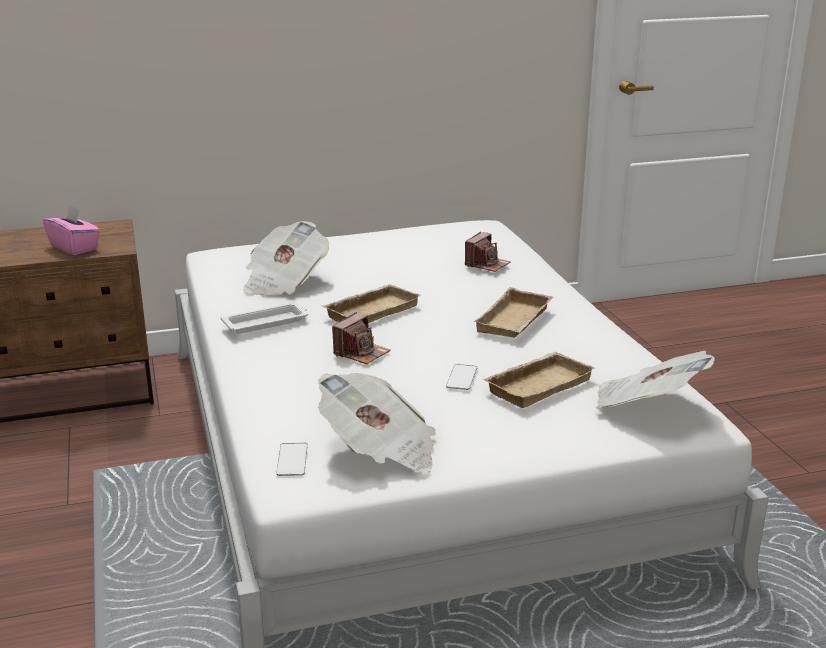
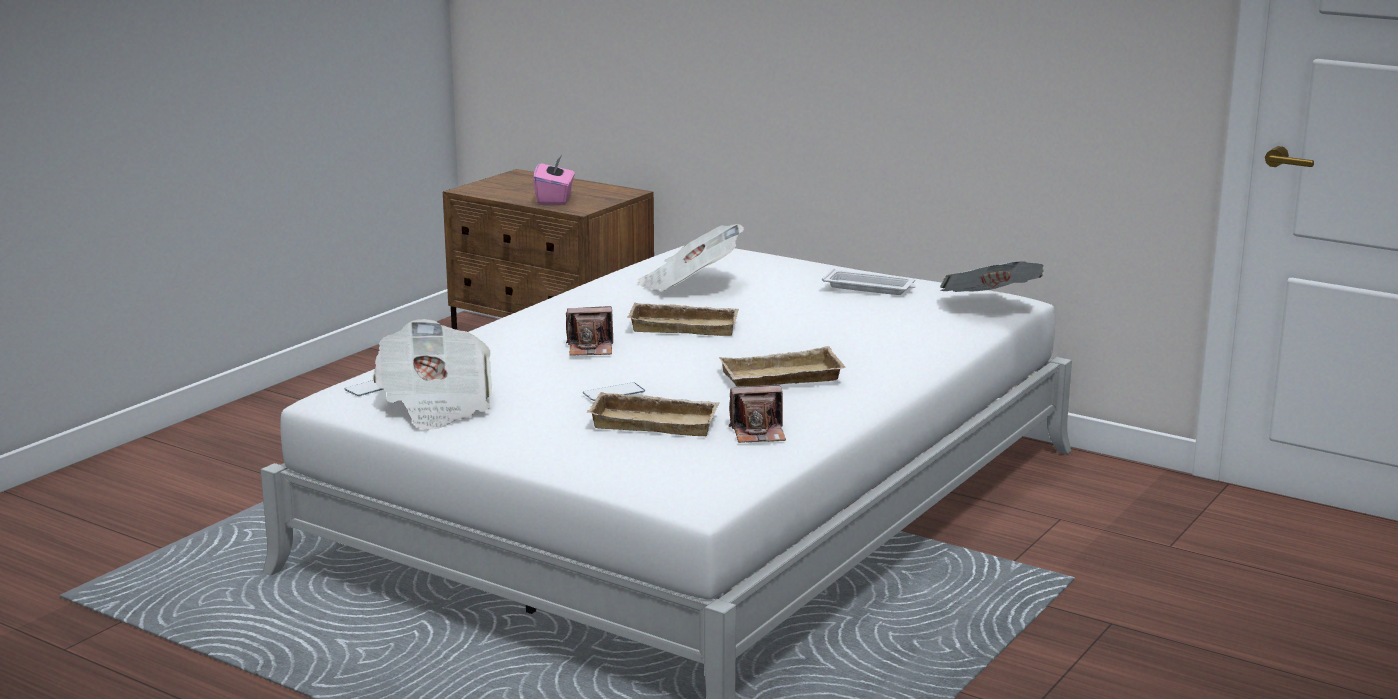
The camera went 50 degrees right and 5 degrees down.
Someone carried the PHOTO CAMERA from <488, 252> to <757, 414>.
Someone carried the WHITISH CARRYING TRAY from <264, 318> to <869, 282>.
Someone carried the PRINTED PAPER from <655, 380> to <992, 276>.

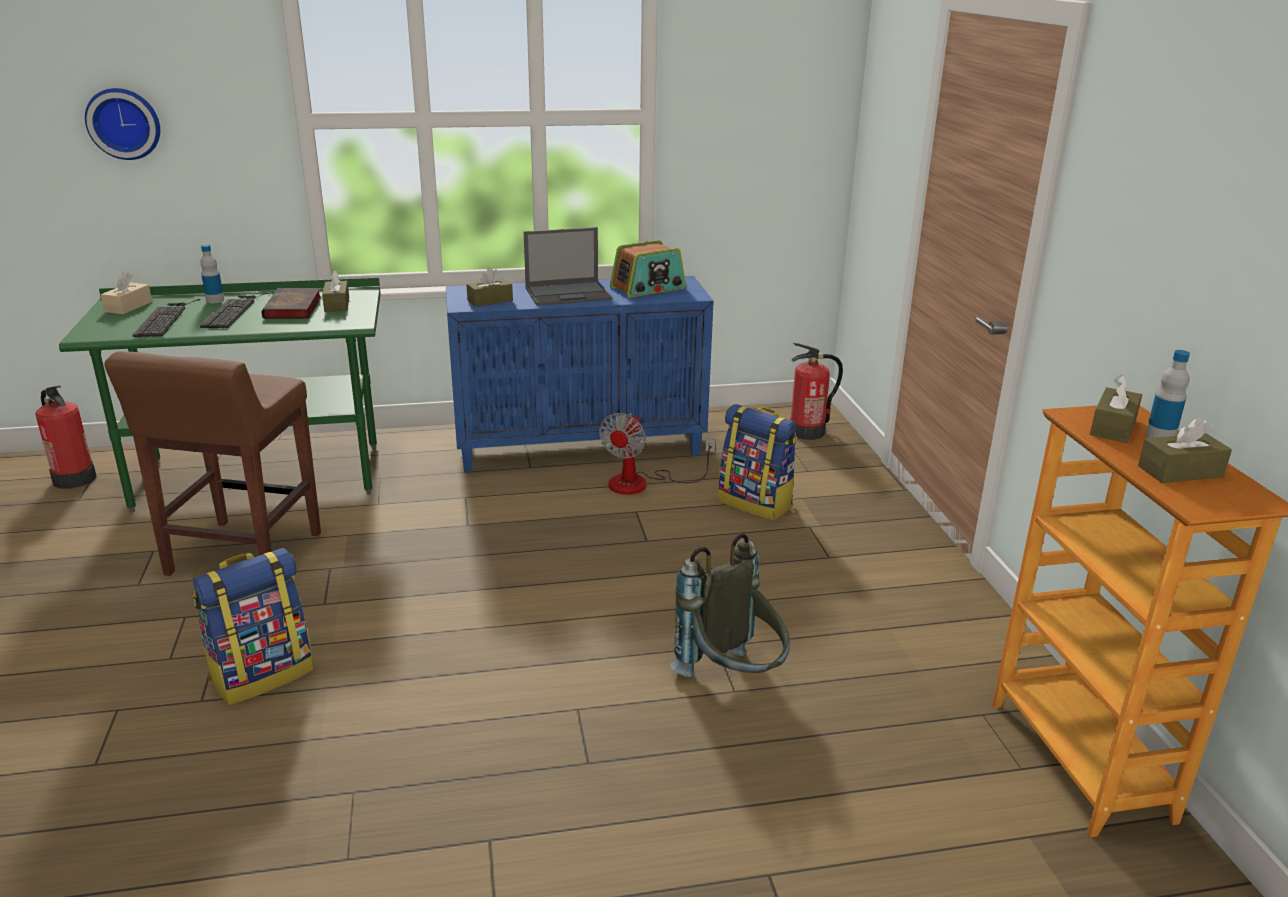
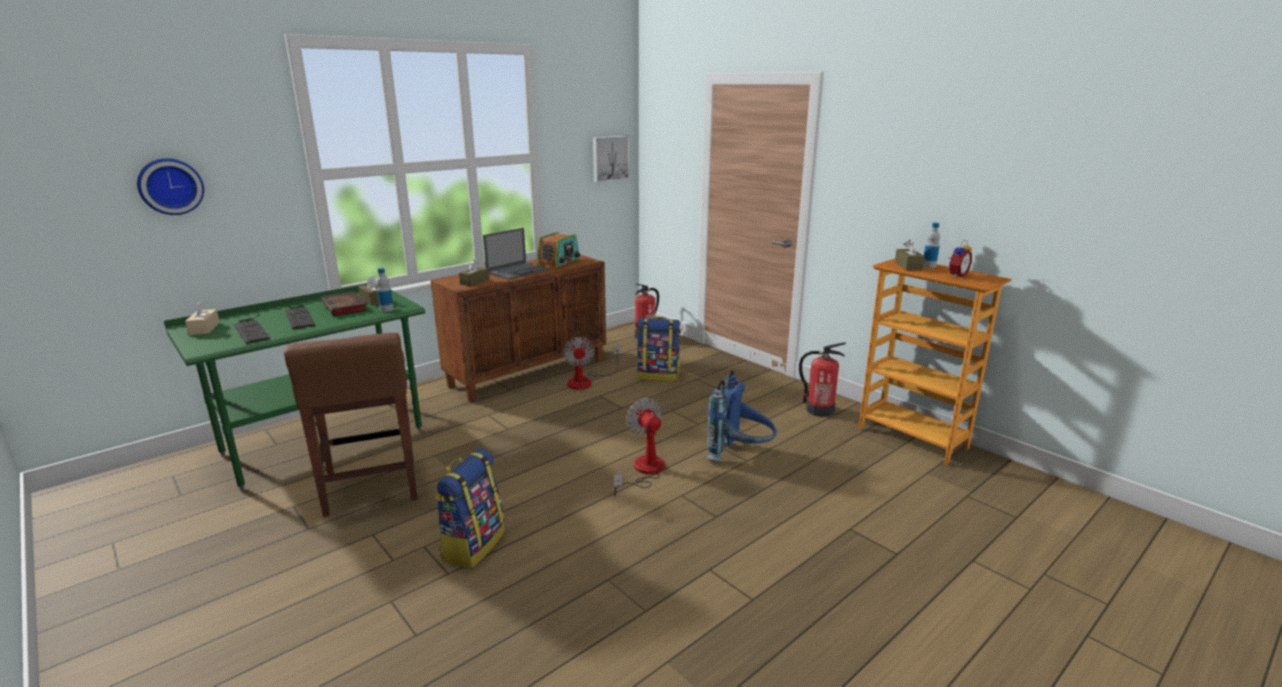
The camera went 30 degrees left and 5 degrees down.
Someone carried the DRINK BOTTLE from <212, 274> to <385, 290>.
Someone repainted the BLUE CABINET at <580, 374>, which became the BROWNISH CABINET at <518, 329>.
Someone carried the FIRE EXTINGUISHER from <66, 437> to <822, 379>.
Someone swapped the BROWNISH TISSUE HOLDER at <1185, 450> for the TABLE CLOCK at <960, 258>.
Someone repainted the GRAY RUCKSACK at <730, 605>, which became the BLUE RUCKSACK at <741, 415>.
Someone put up the WALL PICTURE at <611, 159>.
Someone put down the ELECTRIC FAN at <639, 447>.

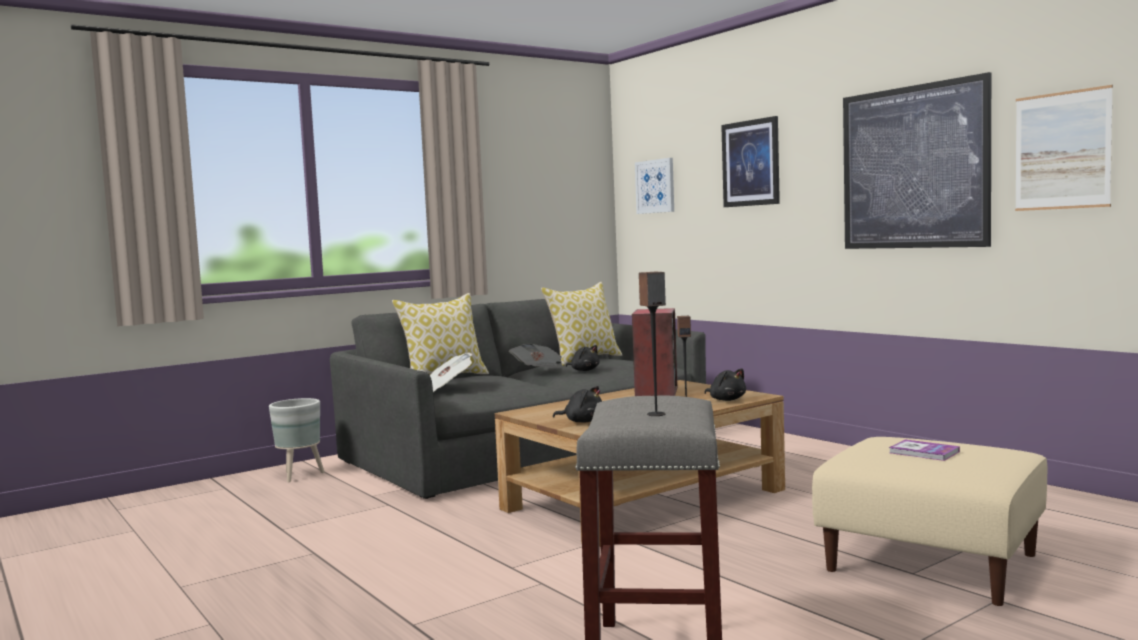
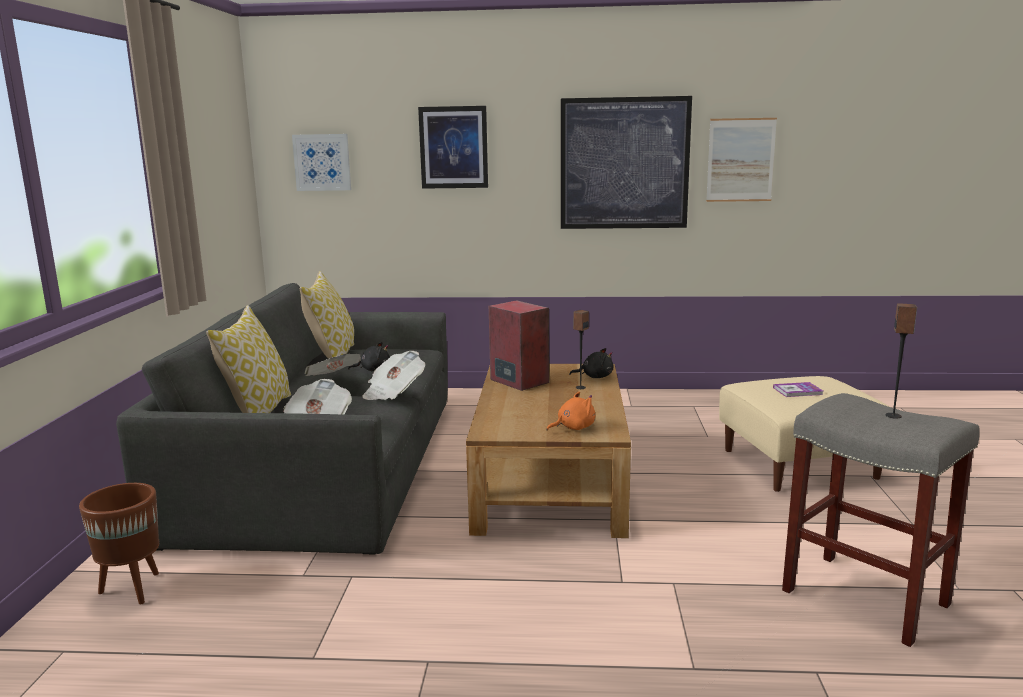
The camera went 50 degrees left and 10 degrees up.
Someone repainted the BLACKISH CUDDLY TOY at <577, 404>, which became the ORANGE CUDDLY TOY at <570, 411>.
Someone repainted the GRAY FLOWER POT at <297, 440>, which became the BROWNISH FLOWER POT at <119, 543>.
Someone put down the PRINTED PAPER at <393, 375>.

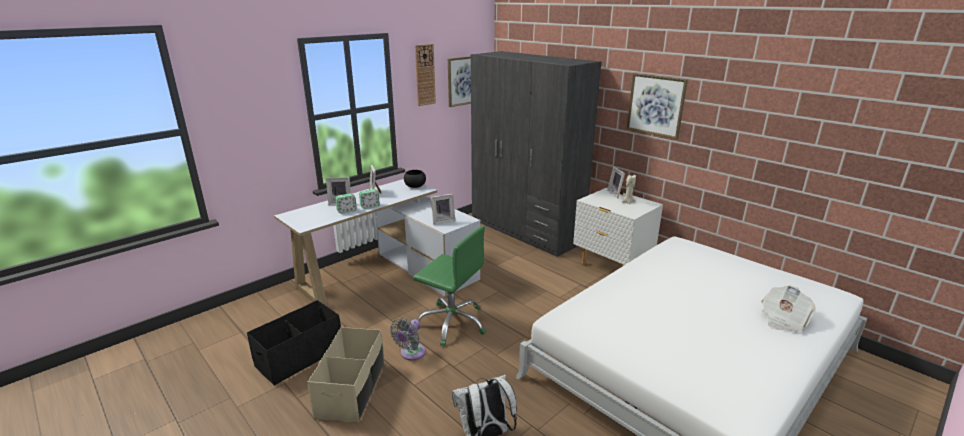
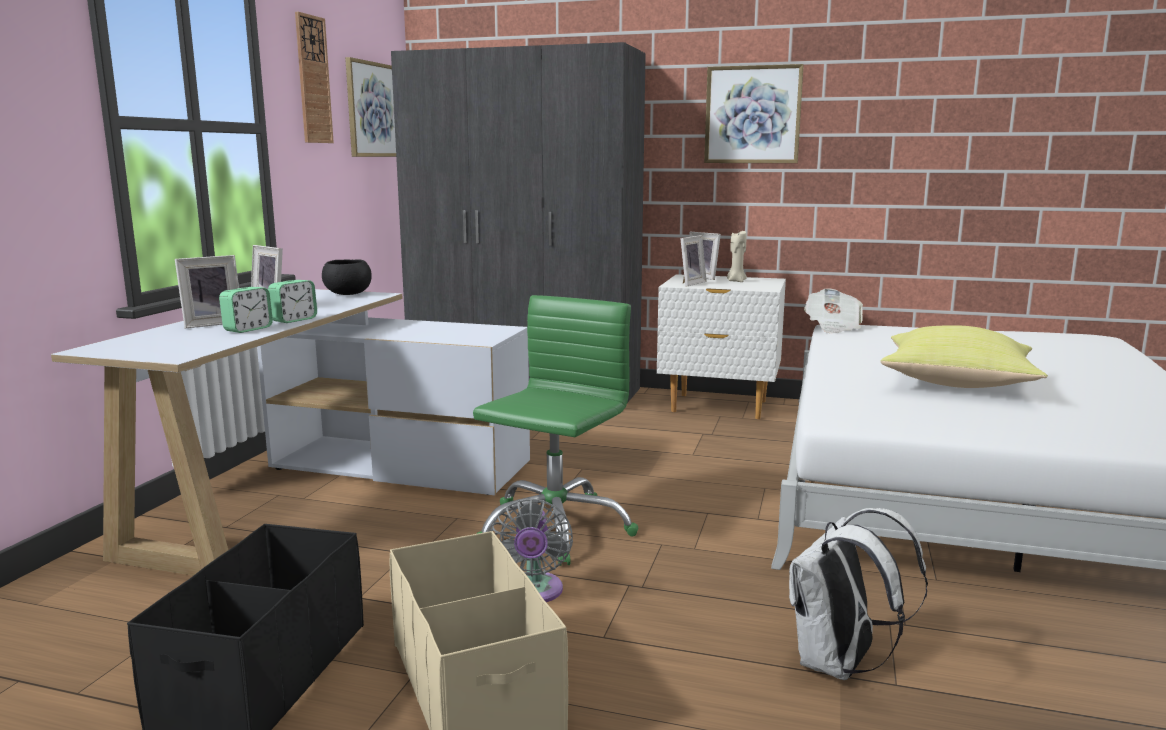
The camera went 30 degrees left and 10 degrees down.
Someone carried the PHOTO FRAME from <443, 209> to <693, 261>.
Someone rotated the GREEN-COLOURED COMPUTER CHAIR at <449, 286> by 60 degrees counterclockwise.
Someone carried the PRINTED PAPER from <789, 308> to <833, 310>.
Someone put down the YELLOW CUSHION at <964, 356>.

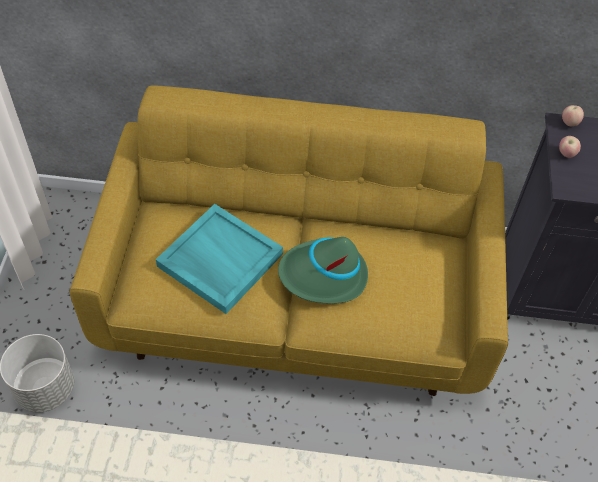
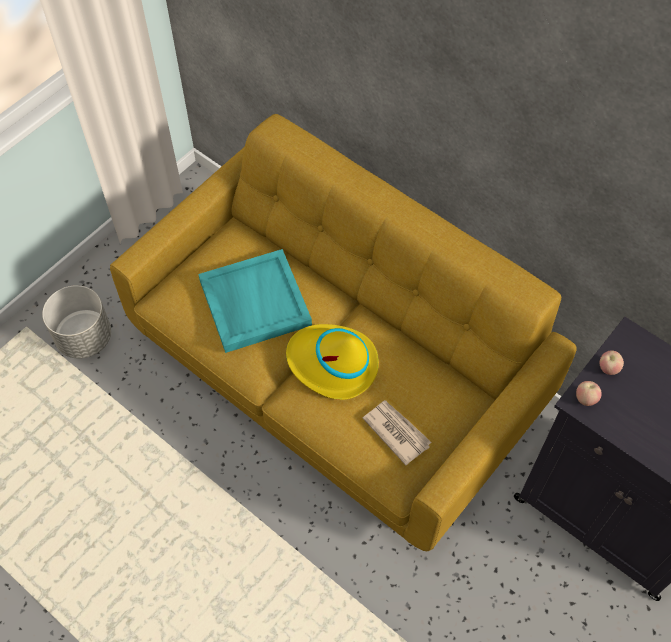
The camera went 35 degrees right and 5 degrees up.
Someone carried the WHOLE APPLE from <573, 115> to <589, 393>.
Someone repainted the GREEN-COLOURED WEARABLE HAT at <323, 270>, which became the YELLOW WEARABLE HAT at <332, 362>.
Someone put down the PRINTED PAPER at <397, 432>.

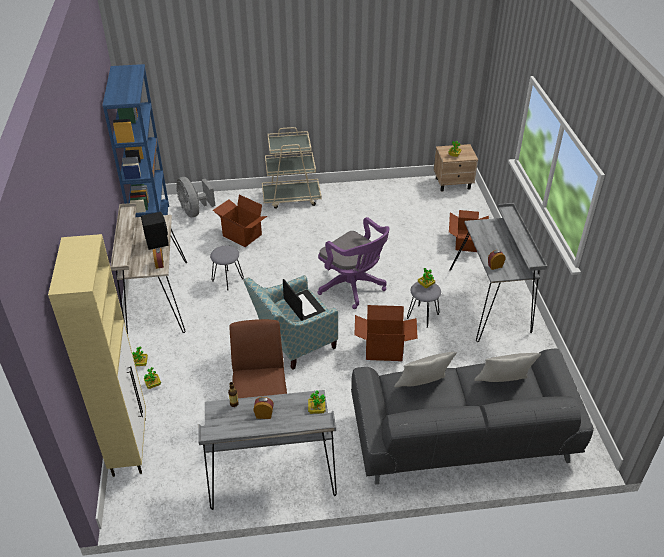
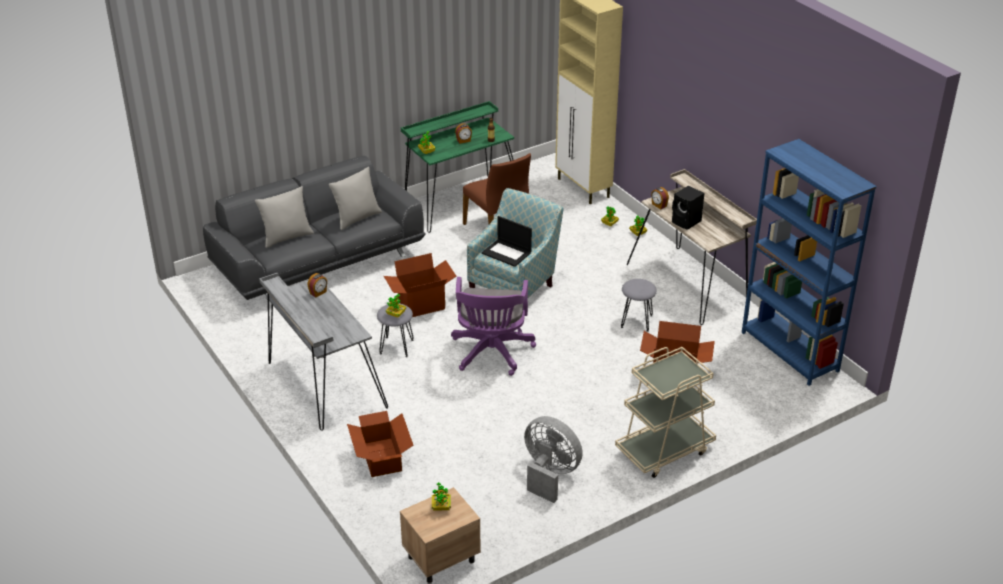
The camera went 155 degrees right and 5 degrees down.
Someone carried the GRAY ELECTRIC FAN from <196, 197> to <553, 459>.
Someone rotated the PURPLE-COLOURED COMPUTER CHAIR at <353, 263> by 105 degrees counterclockwise.
Someone repainted the GRAY DESK UNIT at <267, 450>, which became the GREEN-COLOURED DESK UNIT at <457, 167>.

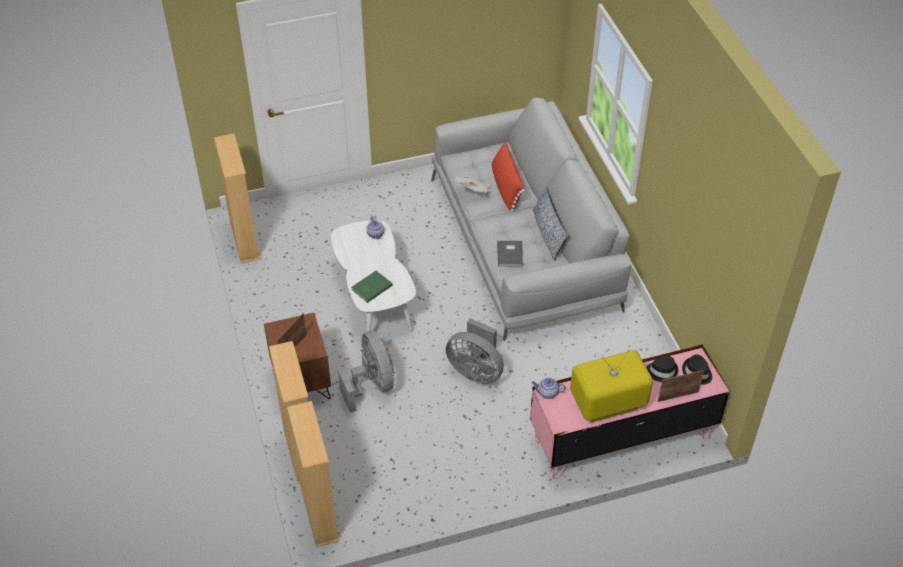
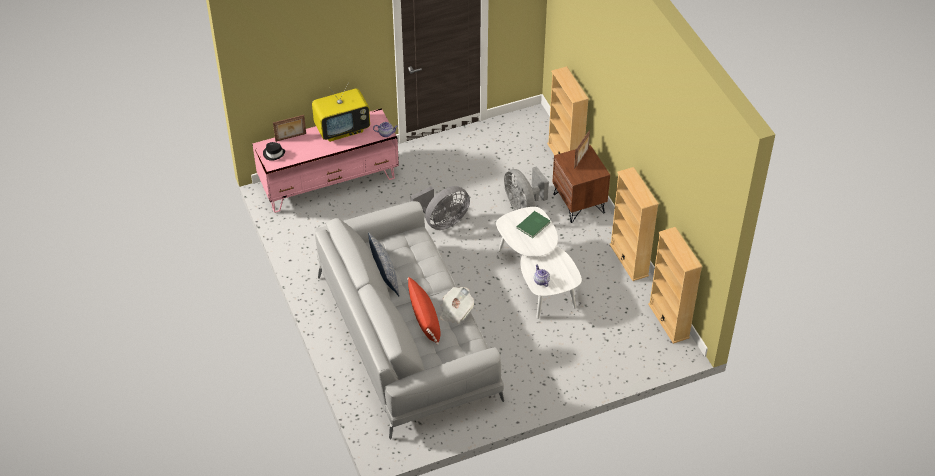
The camera went 175 degrees right and 0 degrees up.
Someone took away the GRAY BOUND BOOK at <510, 253>.
Someone rotated the GRAY ELECTRIC FAN at <475, 351> by 120 degrees clockwise.
Someone took away the BLACKISH WEARABLE HAT at <662, 369>.
Someone carried the BEIGE-COLOURED SHELVING UNIT from <313, 474> to <634, 224>.

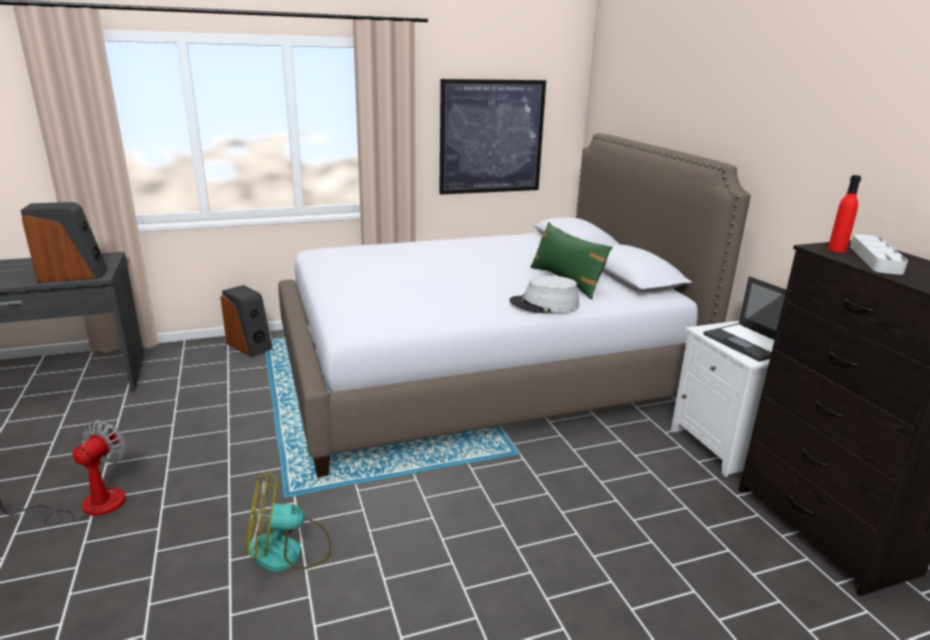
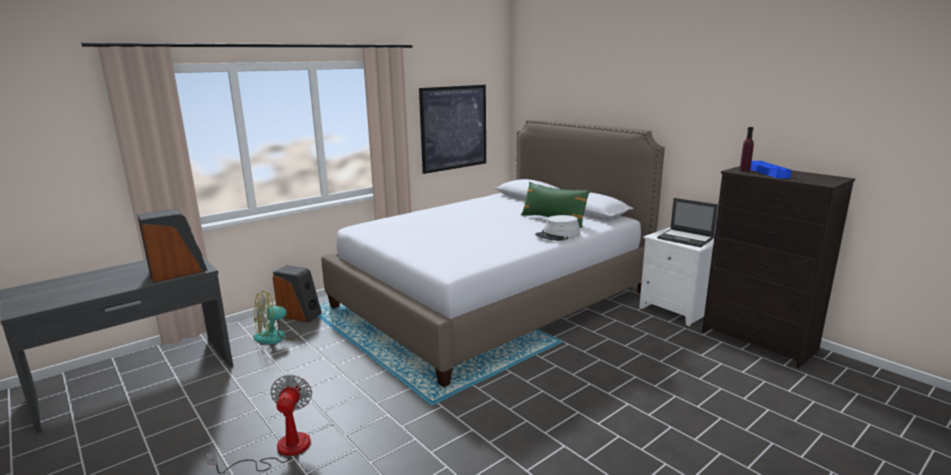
The camera went 20 degrees left and 5 degrees down.
Someone repainted the RED-COLOURED DRINK BOTTLE at <844, 214>, which became the PURPLE-COLOURED DRINK BOTTLE at <746, 149>.
Someone repainted the GRAY CARRYING TRAY at <879, 254>, which became the BLUE CARRYING TRAY at <771, 169>.
Someone carried the ELECTRIC FAN from <288, 522> to <277, 317>.

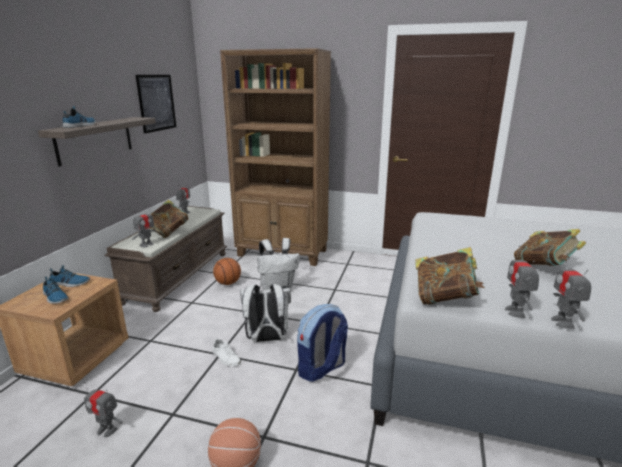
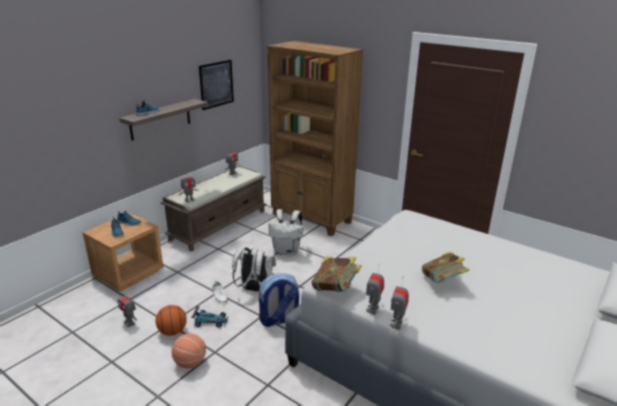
The camera went 20 degrees right and 5 degrees up.
Someone took away the BOUND BOOK at <169, 219>.
Someone carried the BALL FOR BASKETBALL from <227, 271> to <171, 320>.
Someone put down the MINIATURE CAR at <209, 317>.

